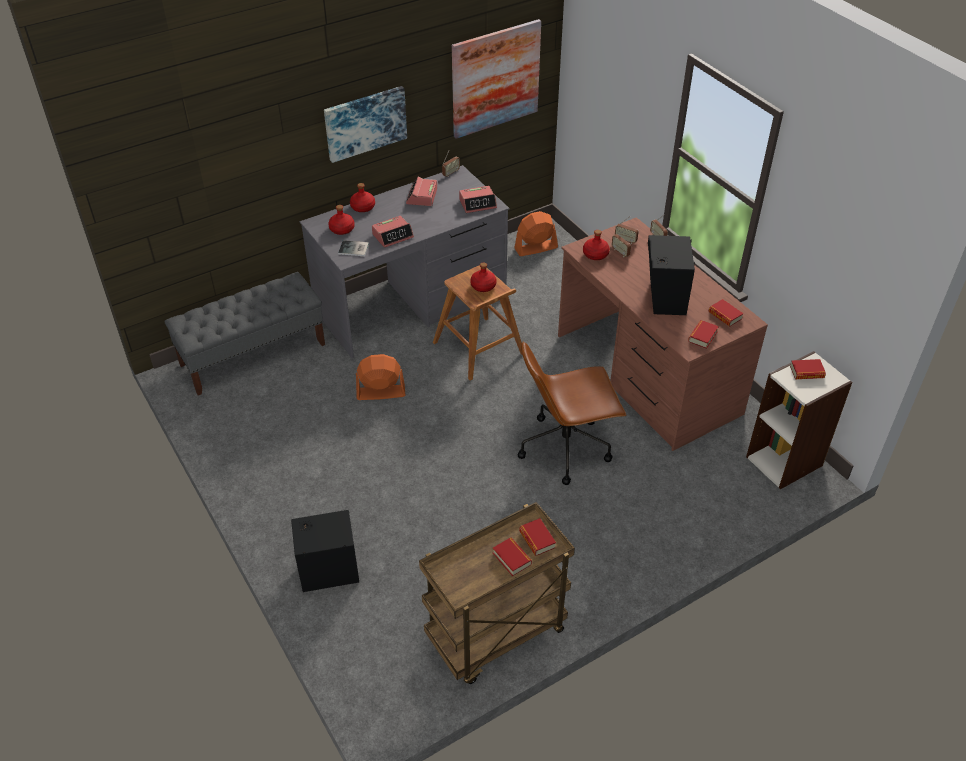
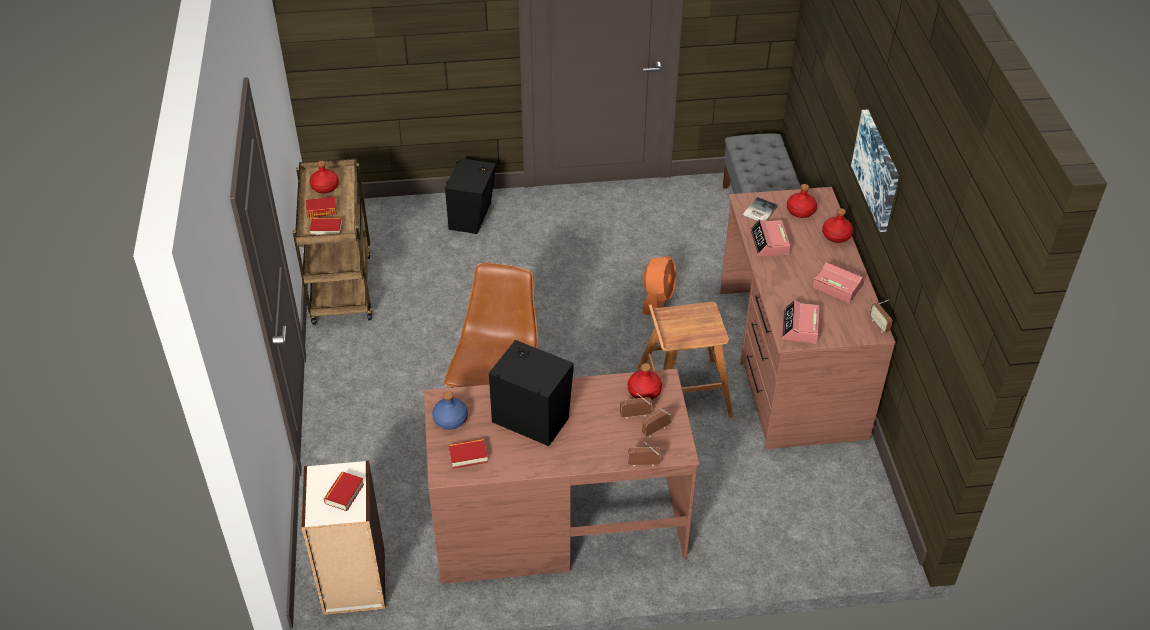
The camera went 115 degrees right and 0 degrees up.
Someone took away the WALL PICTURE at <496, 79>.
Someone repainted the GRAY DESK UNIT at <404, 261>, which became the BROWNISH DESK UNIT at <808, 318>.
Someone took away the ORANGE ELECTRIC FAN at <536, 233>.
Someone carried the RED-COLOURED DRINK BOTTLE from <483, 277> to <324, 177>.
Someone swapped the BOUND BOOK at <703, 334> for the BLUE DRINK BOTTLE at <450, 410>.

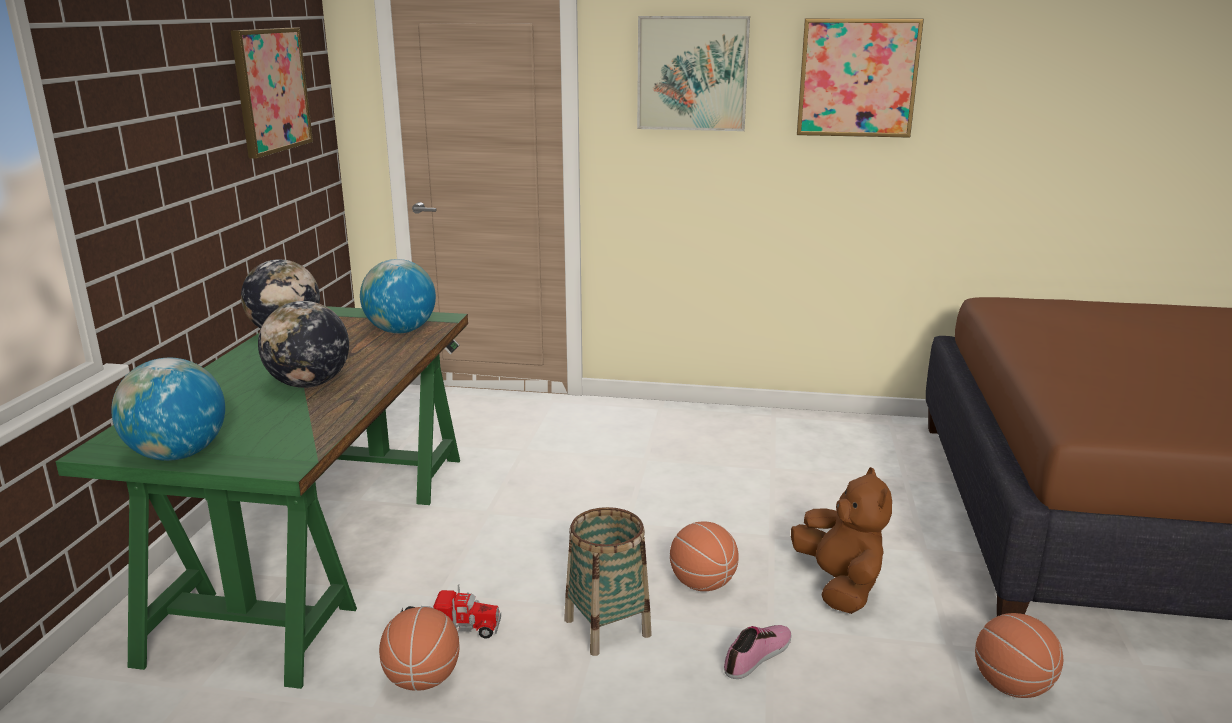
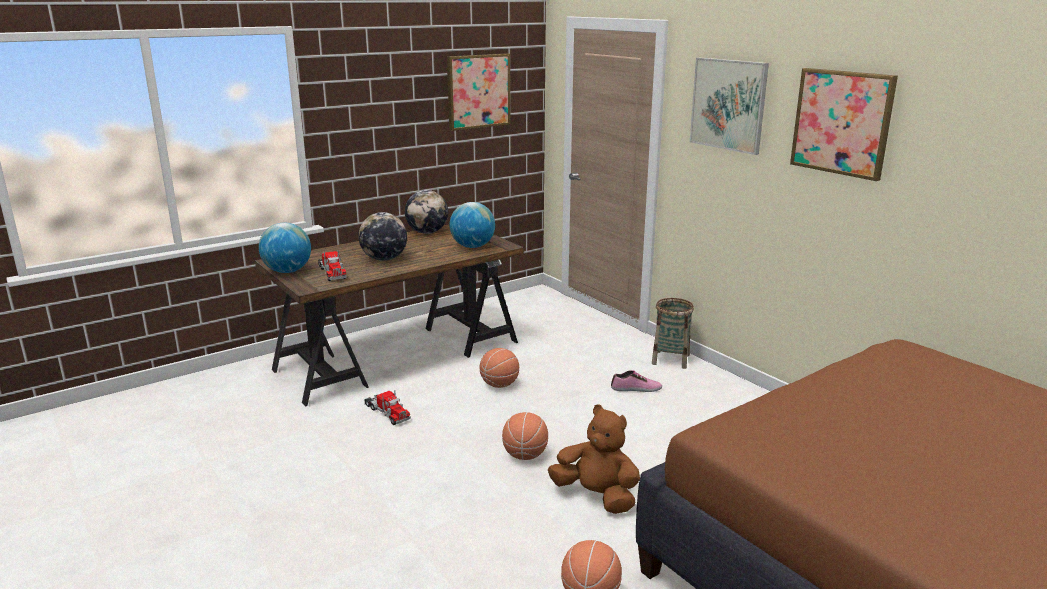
The camera went 45 degrees right and 0 degrees up.
Someone repainted the GREEN-COLOURED DESK UNIT at <262, 497>, which became the BROWNISH DESK UNIT at <389, 315>.
Someone rotated the BROWNISH CUDDLY TOY at <841, 540> by 90 degrees counterclockwise.
Someone carried the STORAGE BASKET from <608, 581> to <673, 333>.
Someone carried the BALL FOR BASKETBALL from <419, 649> to <499, 368>.
Someone carried the LOW SHOE from <758, 652> to <636, 381>.
Someone put down the TOY TRUCK at <332, 265>.

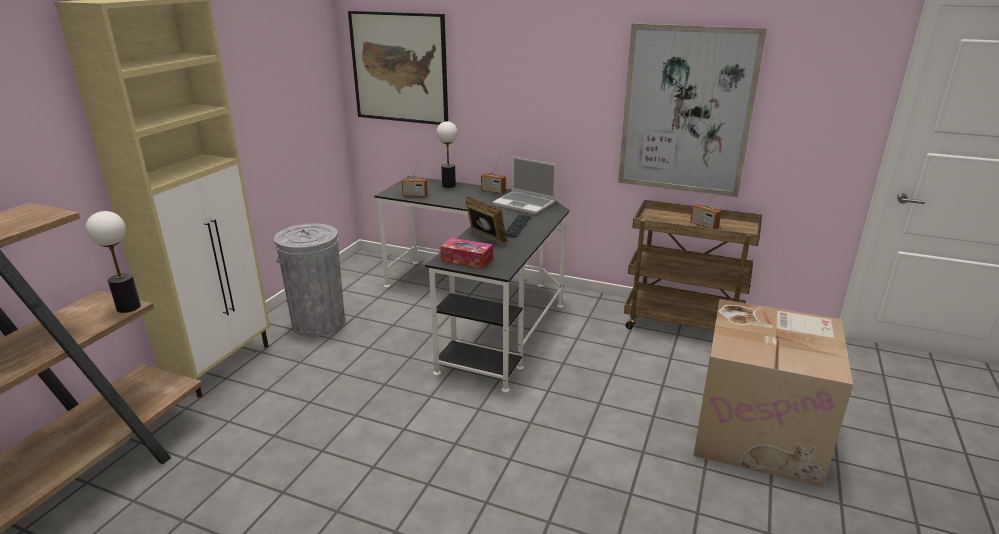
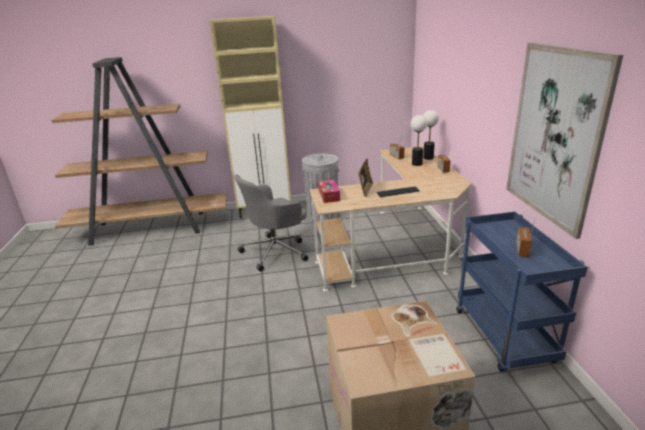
The camera went 60 degrees right and 0 degrees up.
Someone took away the WALL PICTURE at <398, 68>.
Someone took away the LAPTOP at <524, 185>.
Someone repainted the BLACKISH DESK UNIT at <472, 284>, which became the BEIGE-COLOURED DESK UNIT at <391, 219>.
Someone repainted the BROWNISH TROLLEY at <693, 265>, which became the BLUE TROLLEY at <522, 292>.
Someone carried the TABLETOP LAMP from <113, 262> to <419, 140>.
Someone put down the GRAY COMPUTER CHAIR at <271, 222>.

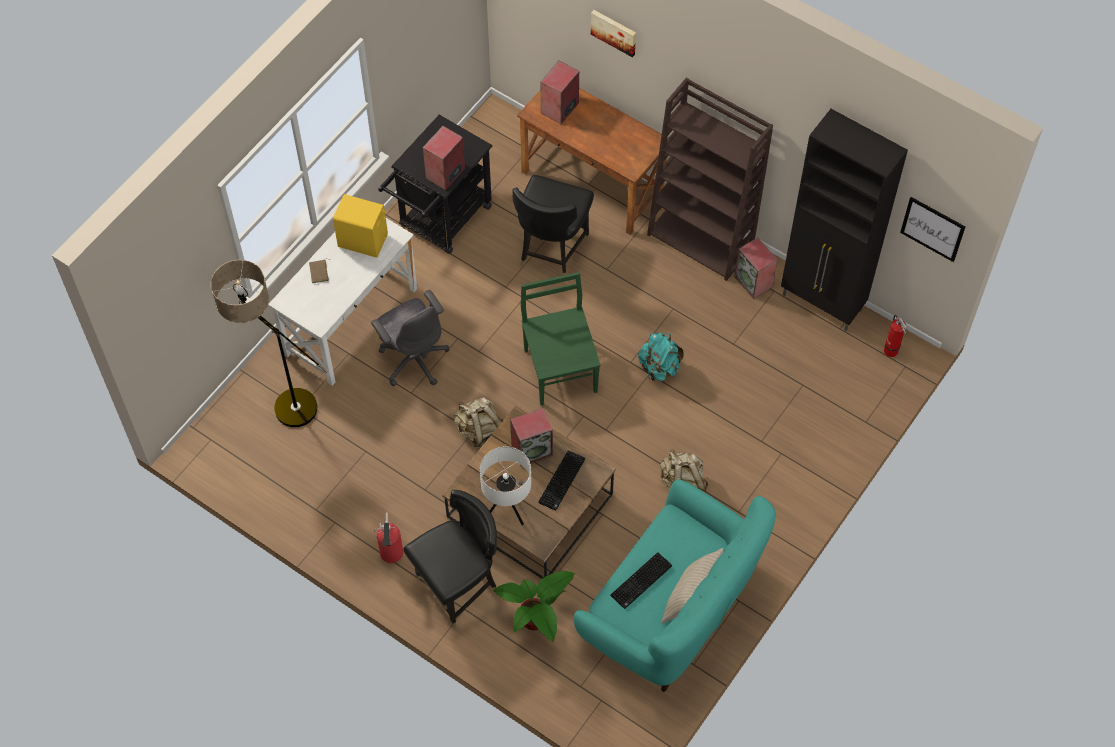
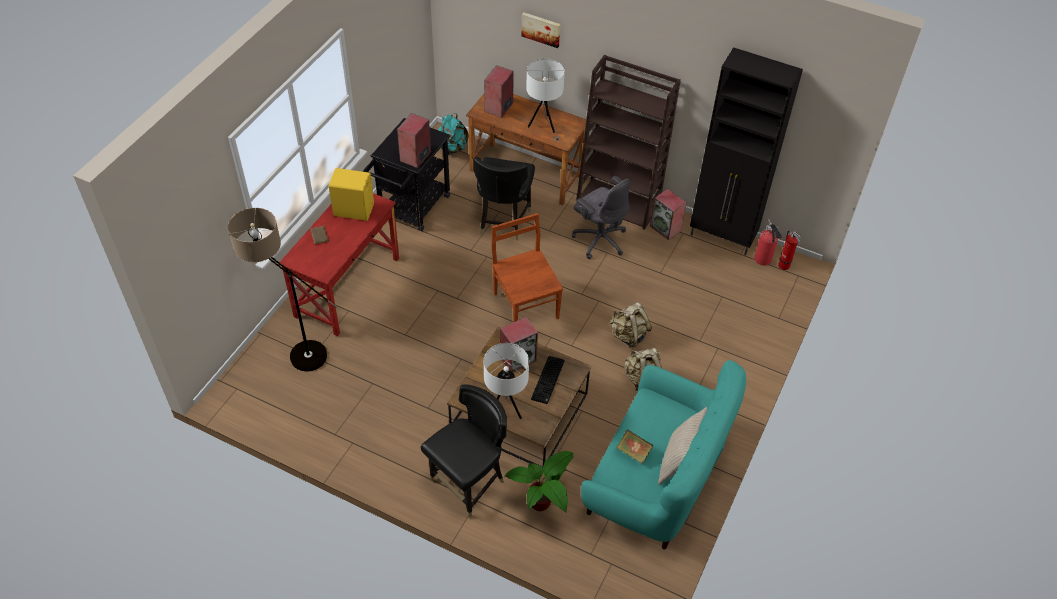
The camera went 10 degrees left and 10 degrees down.
Someone took away the WALL PICTURE at <932, 229>.
Someone repainted the WHITISH DESK UNIT at <342, 302>, which became the RED-COLOURED DESK UNIT at <339, 264>.
Someone repainted the GREEN-COLOURED UPRIGHT CHAIR at <561, 339>, which became the BROWNISH UPRIGHT CHAIR at <527, 267>.
Someone carried the GRAY COMPUTER CHAIR from <410, 338> to <601, 217>.
Someone carried the BLUE-GREEN RUCKSACK from <661, 356> to <453, 134>.
Someone carried the BEIGE-COLOURED RUCKSACK from <478, 422> to <630, 325>.
Someone carried the FIRE EXTINGUISHER from <388, 538> to <768, 242>.
Someone swapped the KEYBOARD at <641, 580> for the BOUND BOOK at <635, 446>.
Someone put down the WHITISH TABLETOP LAMP at <545, 100>.

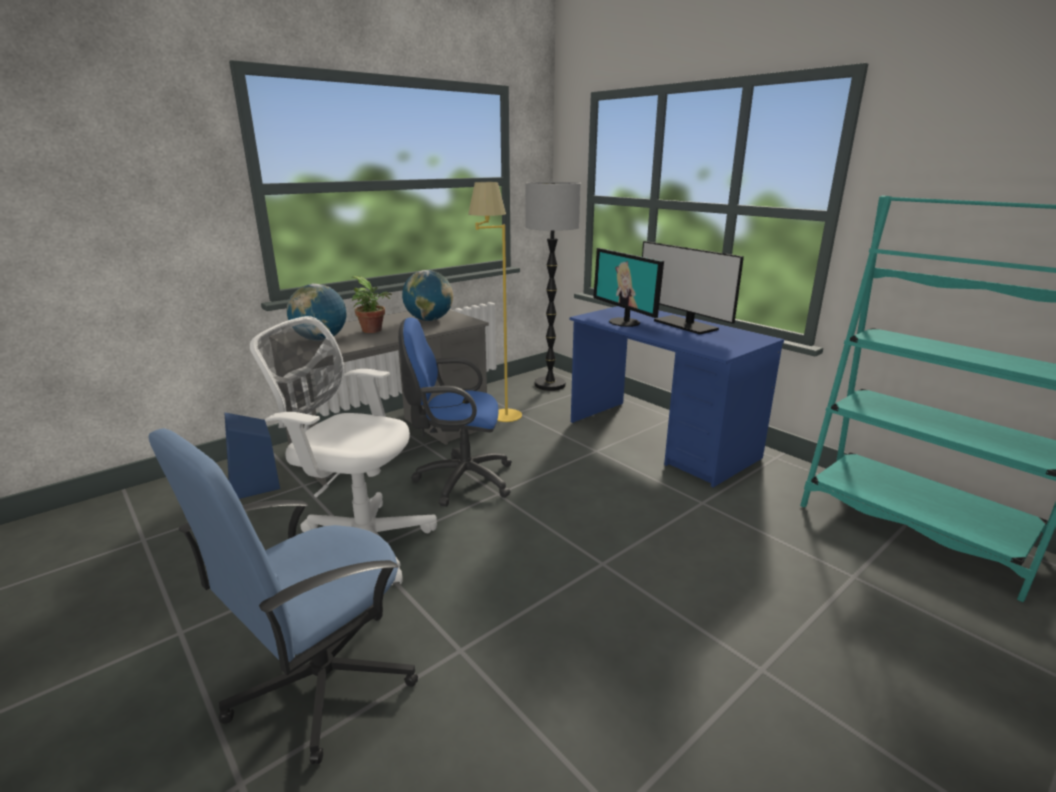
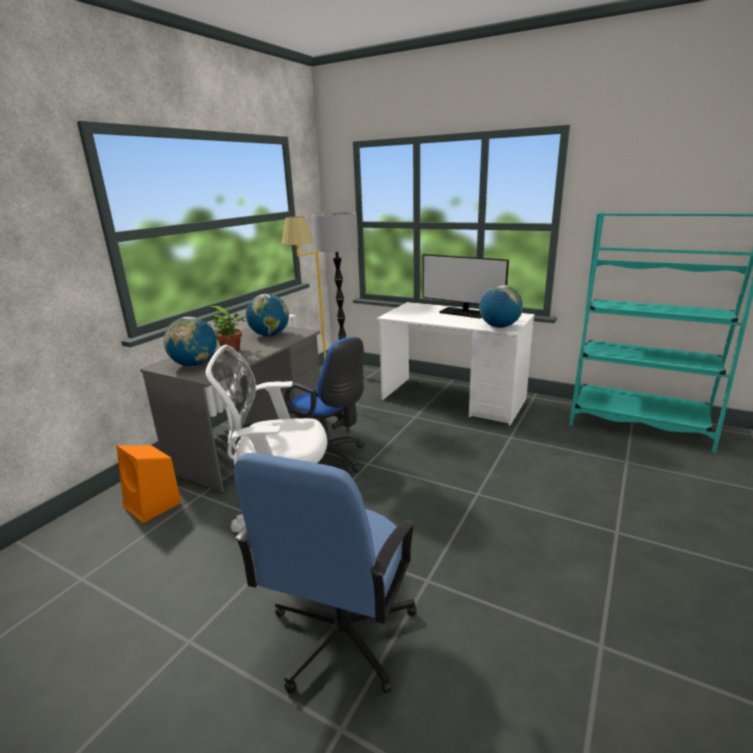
The camera went 20 degrees left and 0 degrees up.
Someone took away the MONITOR at <628, 287>.
Someone repainted the BLUE DESK UNIT at <677, 397>, which became the WHITISH DESK UNIT at <455, 363>.
Someone rotated the BLUE COMPUTER CHAIR at <455, 412> by 120 degrees counterclockwise.
Someone repainted the BLUE SPEAKER at <252, 455>, which became the ORANGE SPEAKER at <148, 484>.
Someone put down the DESK GLOBE at <501, 306>.

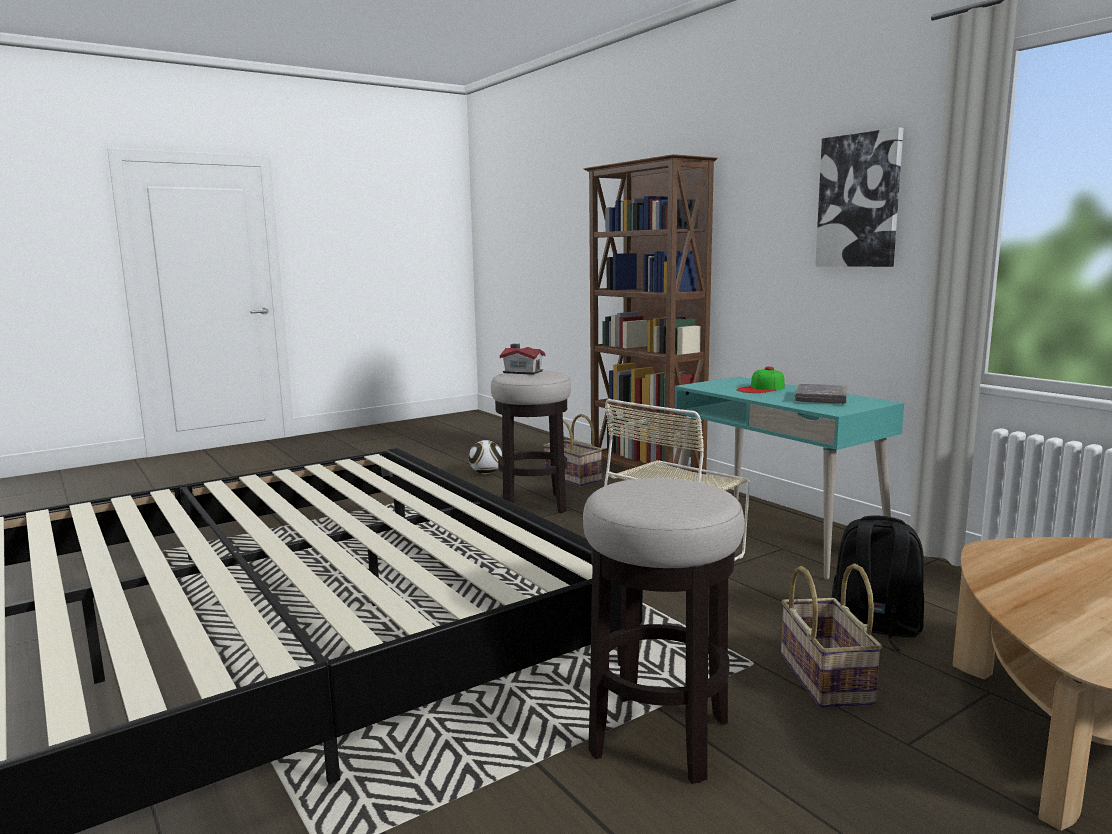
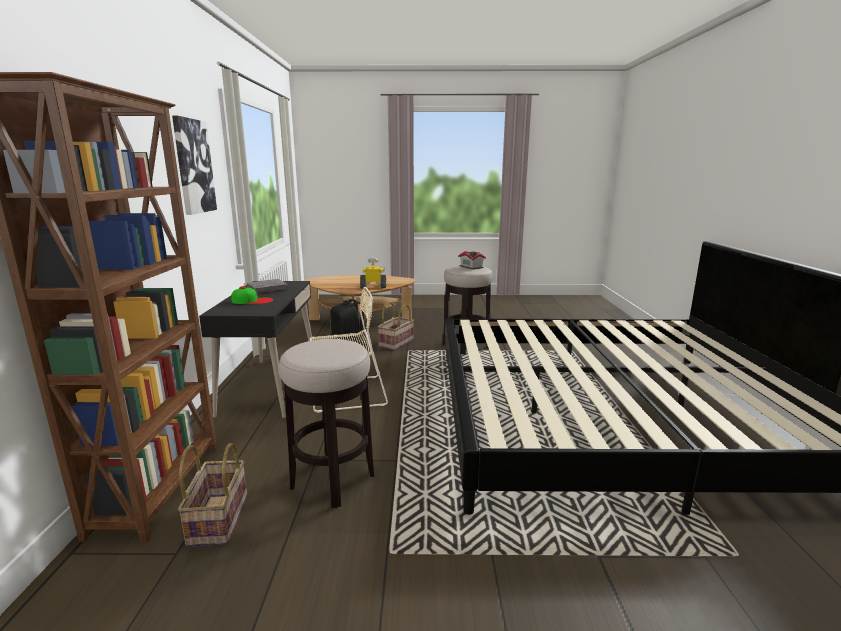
The camera went 145 degrees left and 5 degrees up.
Someone carried the MODEL HOUSE from <522, 359> to <472, 260>.
Someone repainted the BLUE-GREEN DESK UNIT at <789, 478>, which became the BLACKISH DESK UNIT at <255, 349>.
Someone took away the FOOTBALL BALL at <486, 457>.
Someone put down the MODEL ROBOT at <373, 272>.

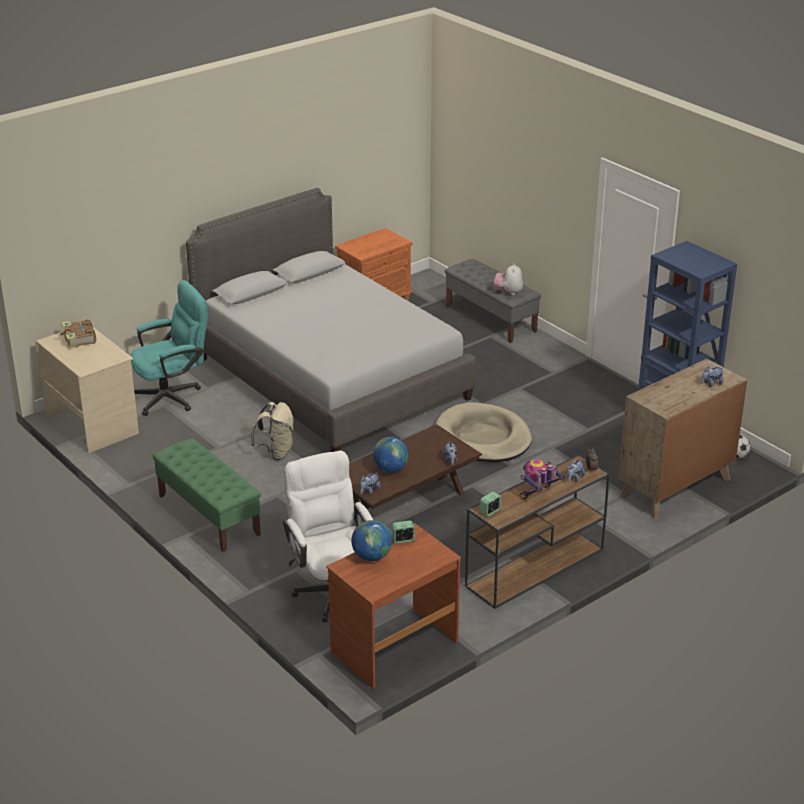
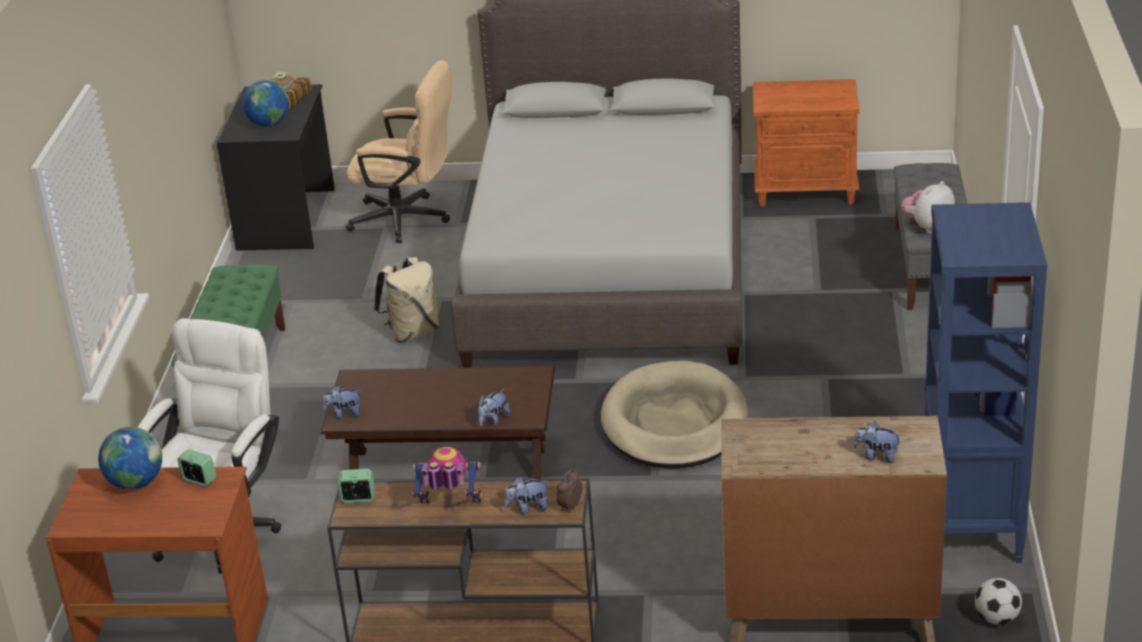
The camera went 45 degrees right and 0 degrees up.
Someone repainted the BLUE-GREEN COMPUTER CHAIR at <169, 348>, which became the BEIGE-COLOURED COMPUTER CHAIR at <399, 151>.
Someone repainted the BEIGE-COLOURED DESK UNIT at <87, 390>, which became the BLACKISH DESK UNIT at <275, 167>.
Someone carried the DESK GLOBE from <391, 455> to <265, 103>.

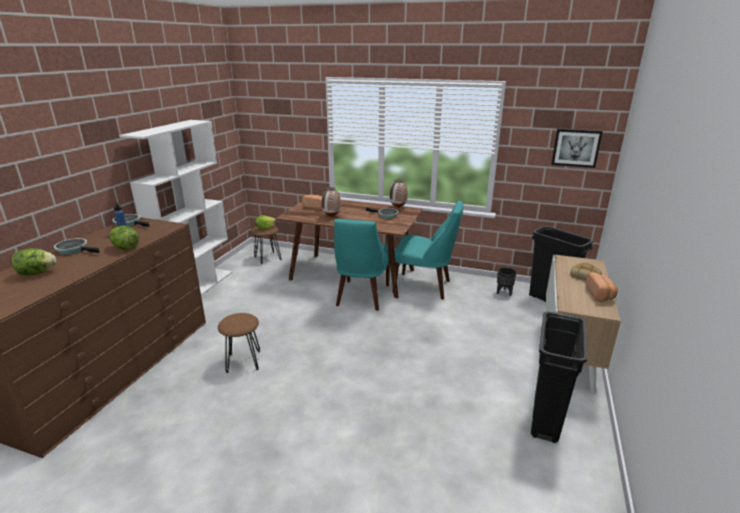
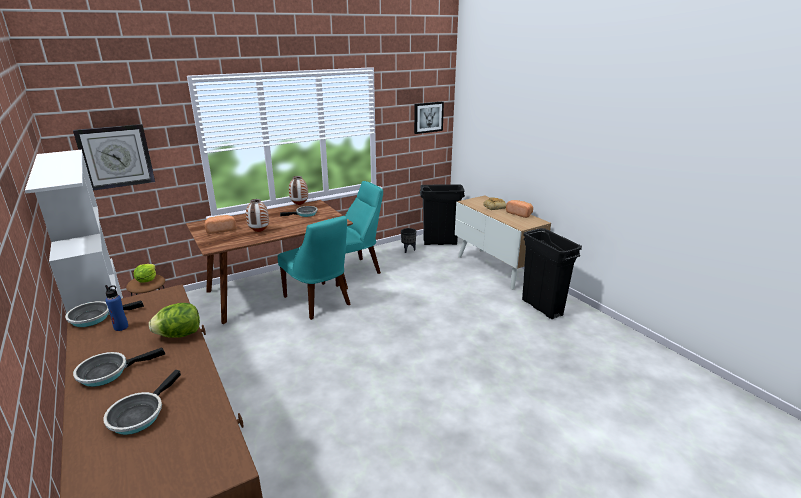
The camera went 50 degrees left and 0 degrees up.
Someone swapped the LETTUCE HEAD at <34, 262> for the PAN at <142, 402>.
Someone took away the BROWNISH SITTING STOOL at <239, 343>.
Someone put up the WALL CLOCK at <114, 157>.

